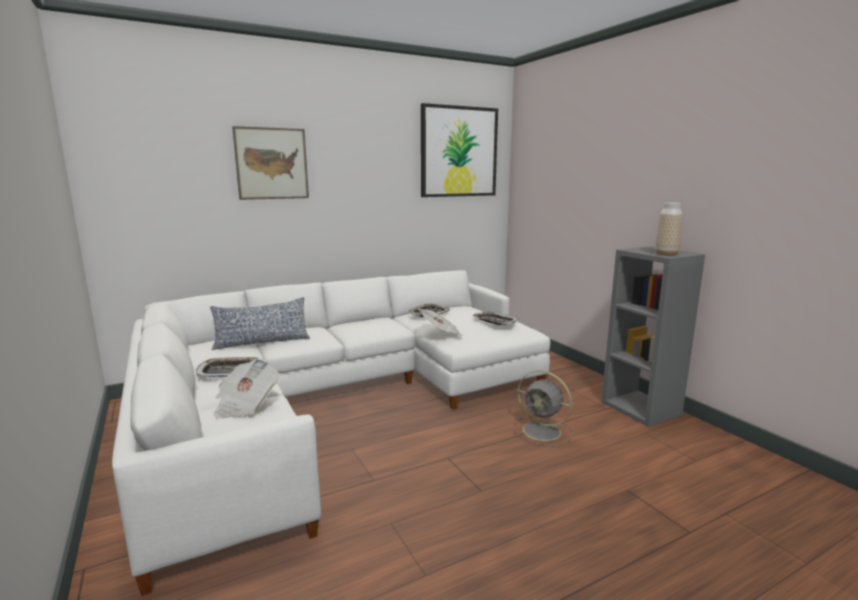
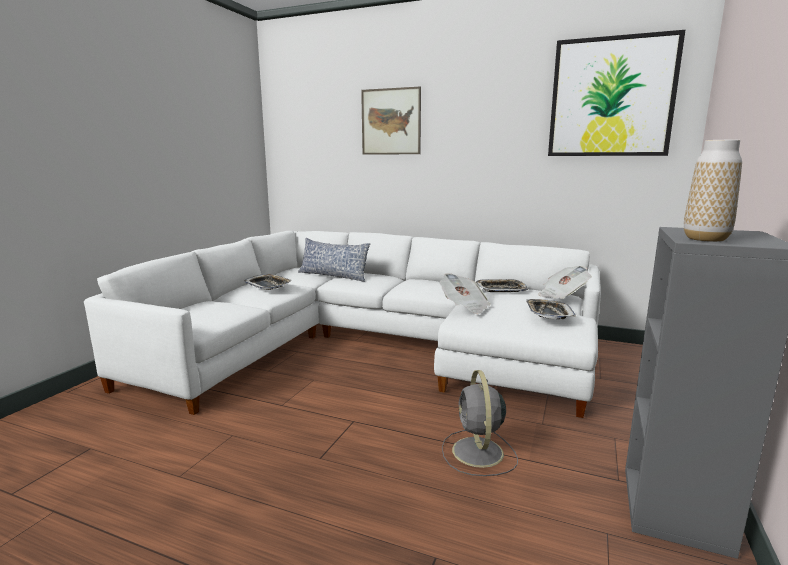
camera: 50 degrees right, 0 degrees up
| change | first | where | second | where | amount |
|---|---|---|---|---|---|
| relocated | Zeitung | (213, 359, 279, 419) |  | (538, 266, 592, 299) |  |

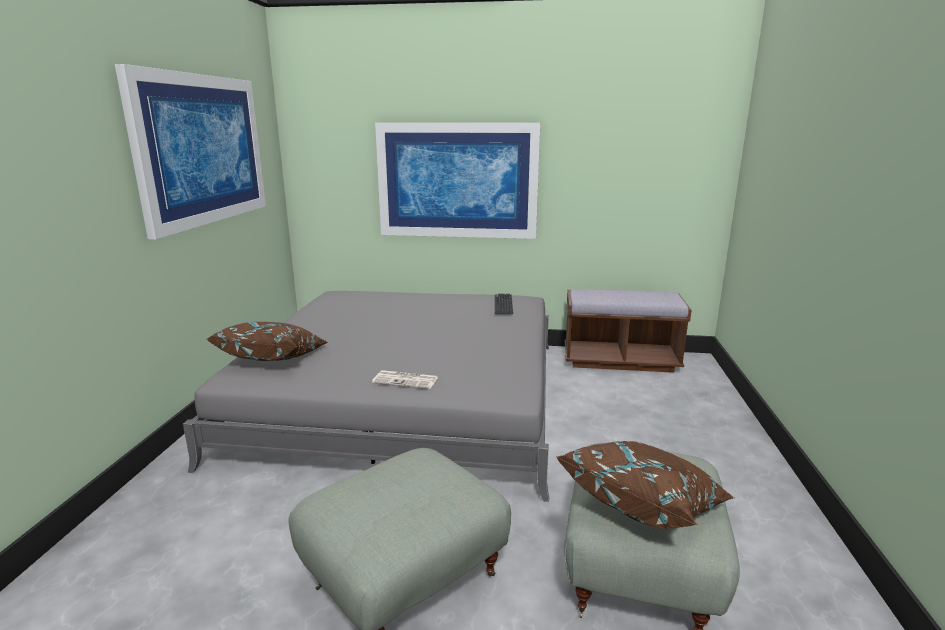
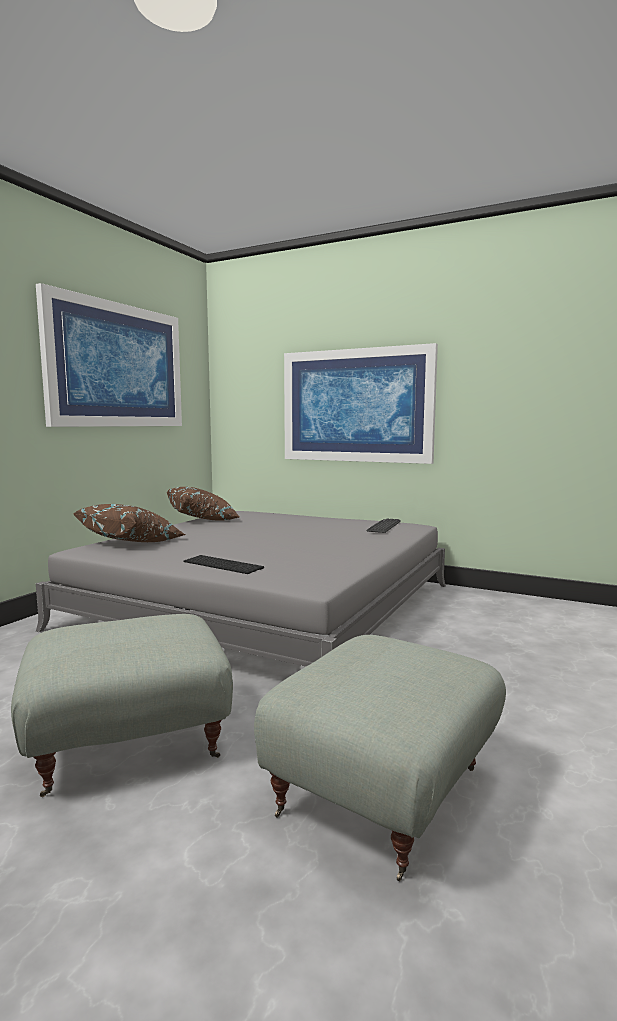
camera: 20 degrees right, 10 degrees down
| change | first | where | second | where | amount |
|---|---|---|---|---|---|
| missing | Bank/braun | (565, 289, 692, 373) |  |  |  |
| exchanged | Zeitung | (372, 370, 438, 389) | Tastatur | (183, 555, 264, 574) |  |
| relocated | Kissen/braun | (556, 441, 734, 529) |  | (167, 487, 239, 521) |  |

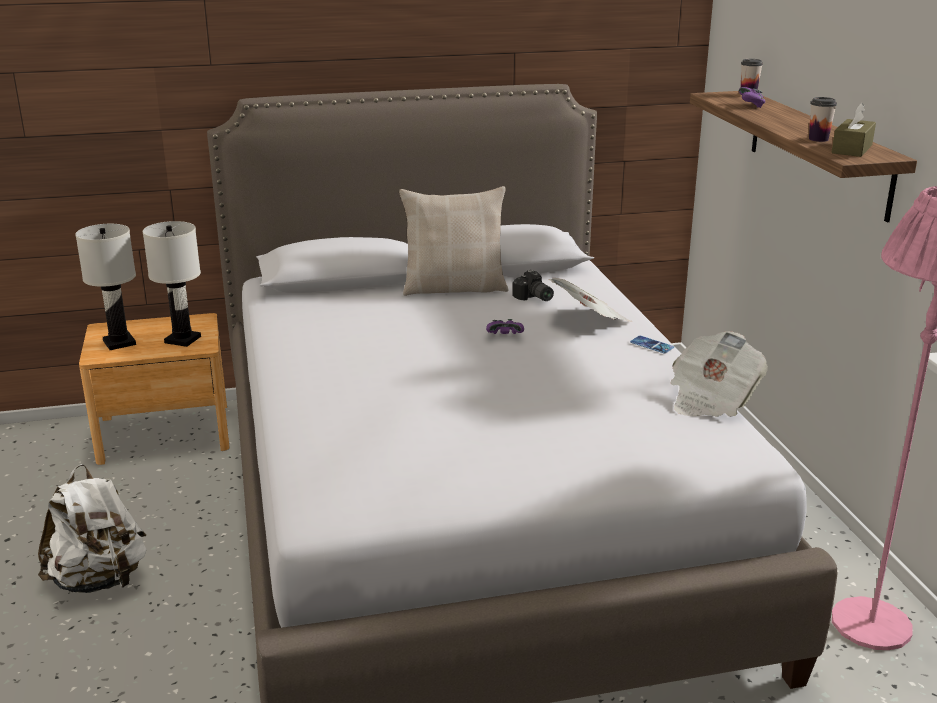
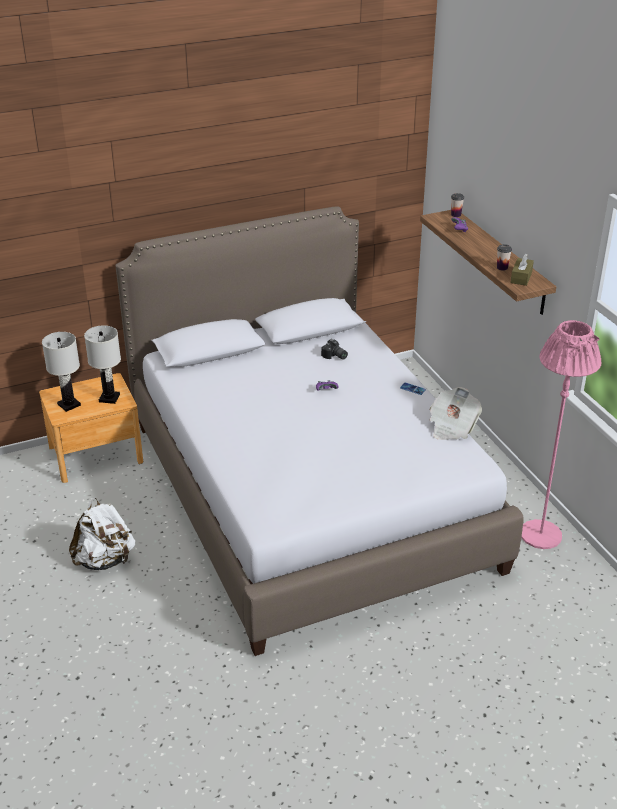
camera: 10 degrees left, 10 degrees up
| change | first | where | second | where | amount |
|---|---|---|---|---|---|
| missing | Kissen/beige | (399, 186, 508, 296) |  |  |  |
| missing | Zeitung | (548, 278, 632, 322) |  |  |  |

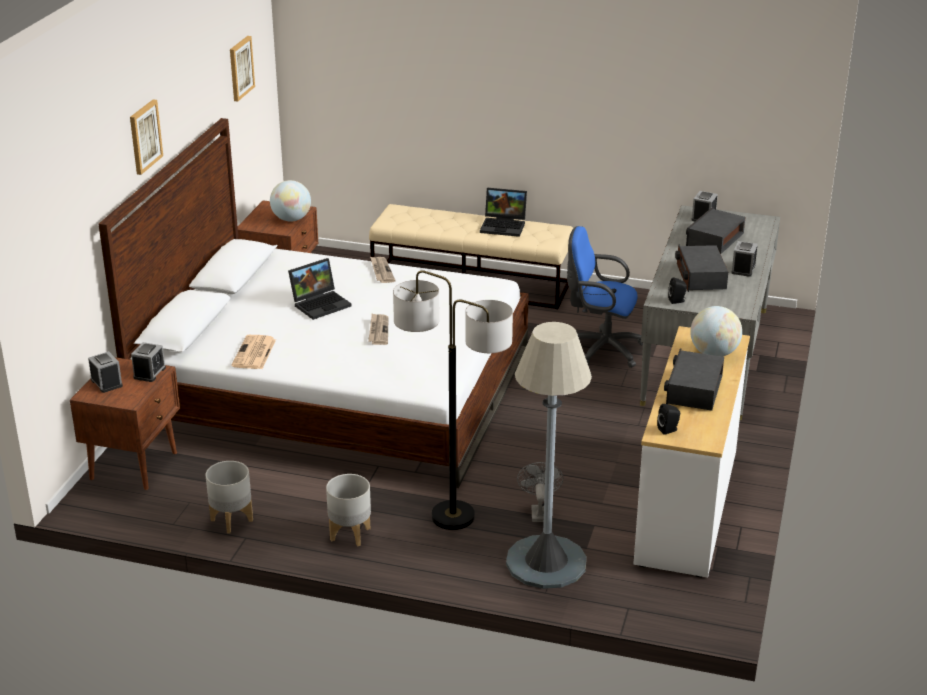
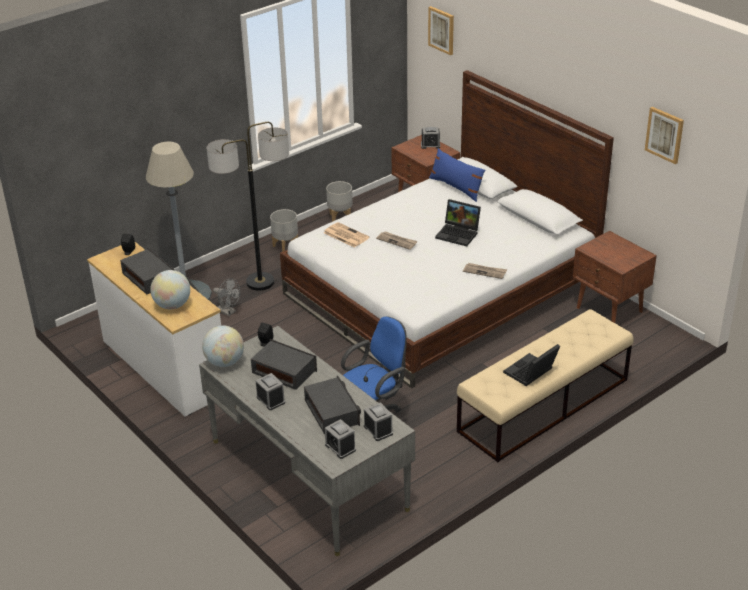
camera: 125 degrees right, 5 degrees up
| change | first | where | second | where | amount |
|---|---|---|---|---|---|
| relocated | Bild | (130, 99, 163, 175) |  | (428, 6, 454, 55) |  |
| relocated | Globus | (270, 180, 311, 222) |  | (202, 326, 244, 367) |  |
| spun | Laptop | (288, 258, 352, 320) |  | (435, 199, 481, 246) | 60 degrees counterclockwise |
| relocated | Zeitung | (232, 335, 276, 369) |  | (324, 222, 369, 248) |  |
| relocated | Wecker | (131, 342, 166, 382) |  | (325, 419, 356, 459) |  |
| appeared |  |  | Kissen/blau | (429, 148, 485, 202) |  |

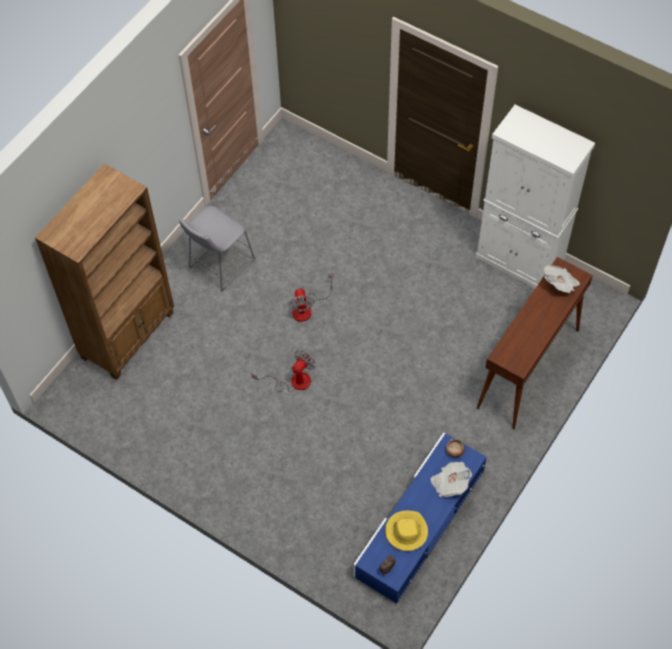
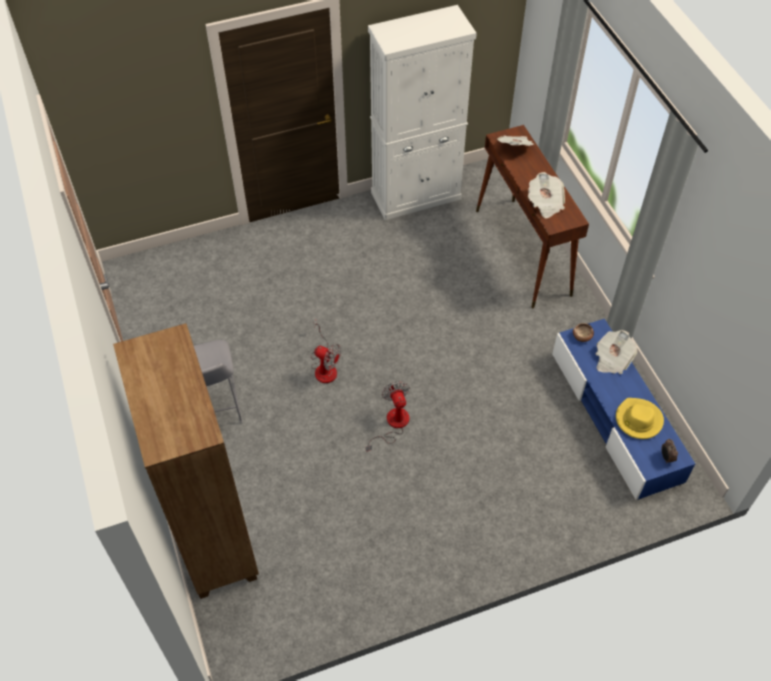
camera: 55 degrees left, 5 degrees down
| change | first | where | second | where | amount |
|---|---|---|---|---|---|
| appeared |  |  | Zeitung | (528, 172, 565, 219) |  |

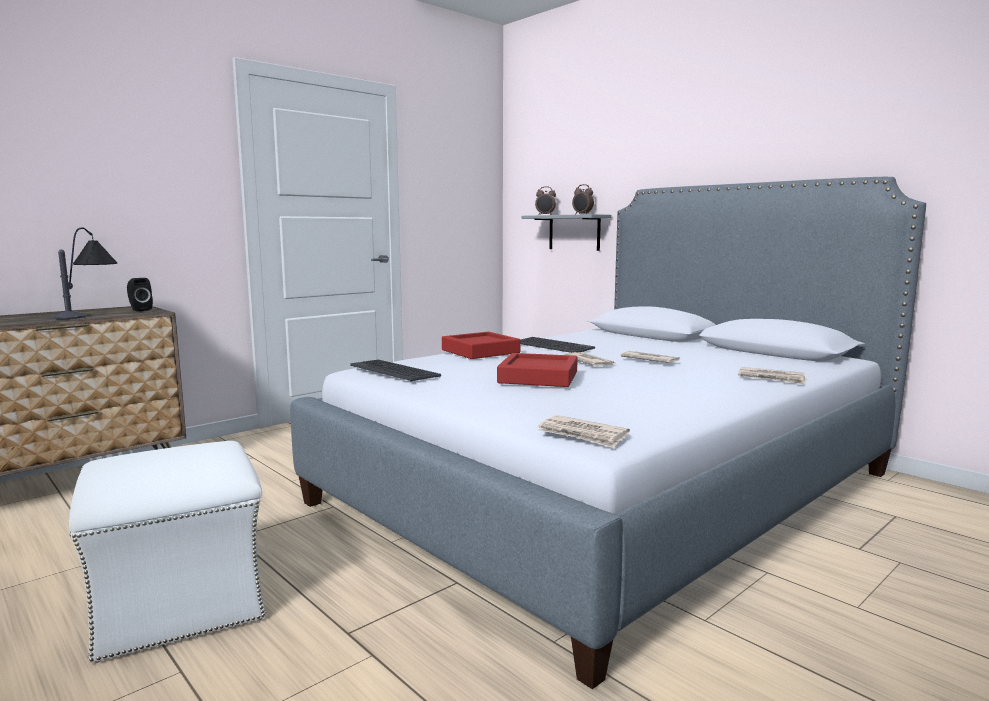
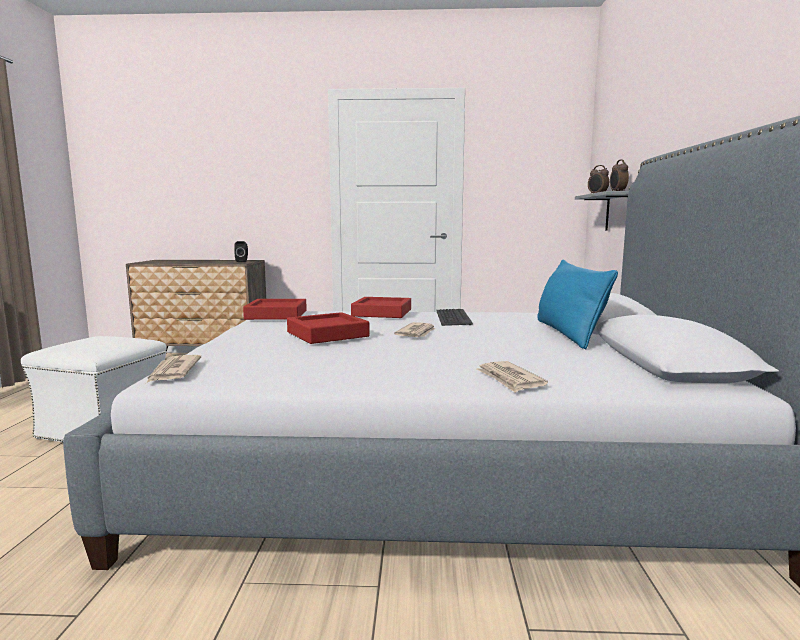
camera: 45 degrees right, 0 degrees up
| change | first | where | second | where | amount |
|---|---|---|---|---|---|
| missing | Tischlampe | (52, 227, 117, 319) |  |  |  |
| missing | Zeitung | (620, 351, 680, 363) |  |  |  |
| exchanged | Tastatur | (350, 360, 441, 382) | Tablett/rot | (243, 299, 307, 320) |  |
| appeared |  |  | Kissen/blau | (537, 260, 618, 349) |  |

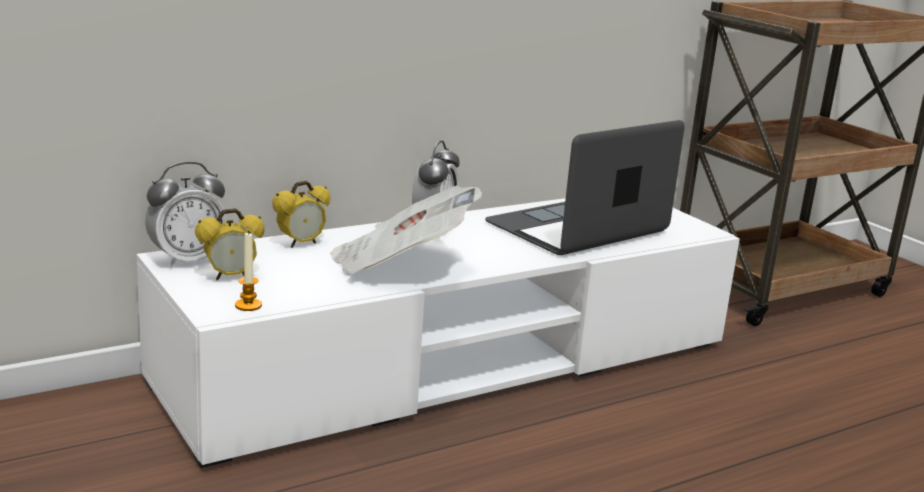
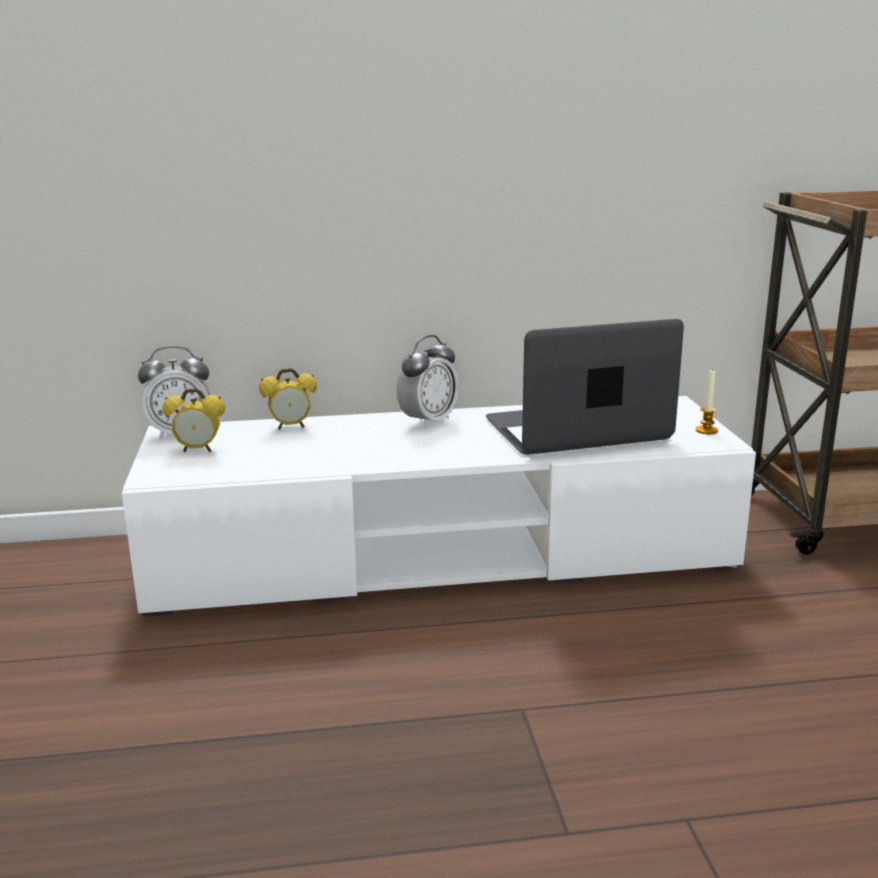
camera: 25 degrees right, 0 degrees up
| change | first | where | second | where | amount |
|---|---|---|---|---|---|
| missing | Zeitung | (330, 186, 482, 275) |  |  |  |
| relocated | Kerze | (235, 231, 262, 311) |  | (696, 369, 718, 434) |  |

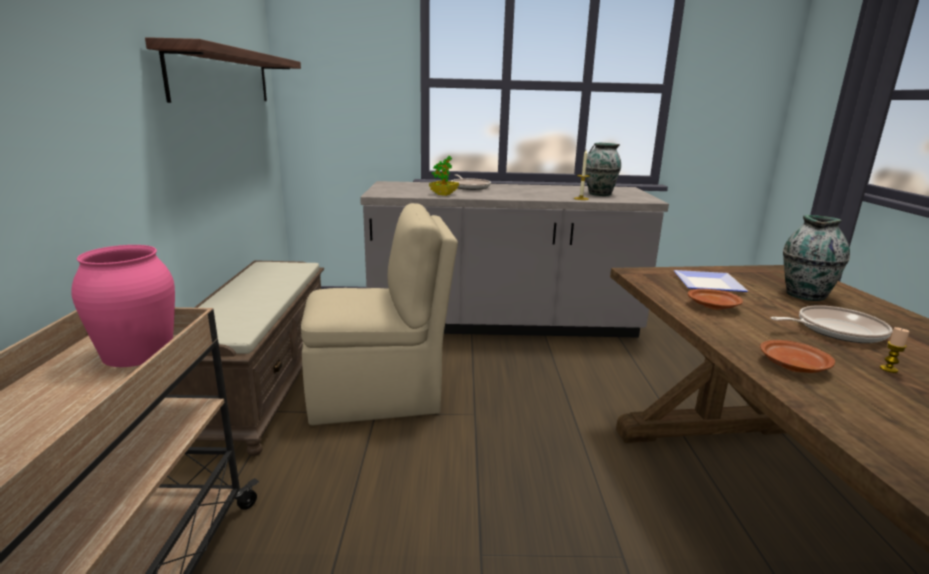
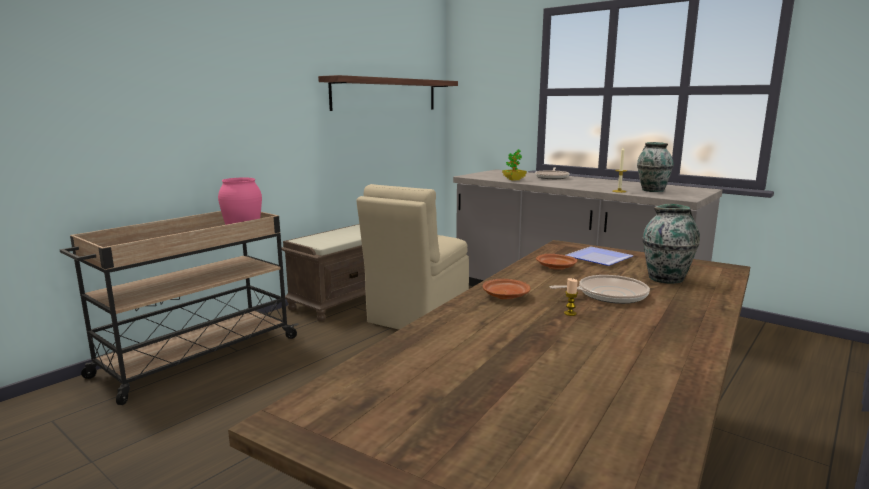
camera: 40 degrees right, 5 degrees down
| change | first | where | second | where | amount |
|---|---|---|---|---|---|
| spun | Stuhl/beige | (301, 203, 458, 425) |  | (357, 184, 469, 330) | 90 degrees clockwise |
| spun | Pfanne | (770, 305, 893, 343) |  | (550, 275, 650, 304) | 45 degrees counterclockwise |

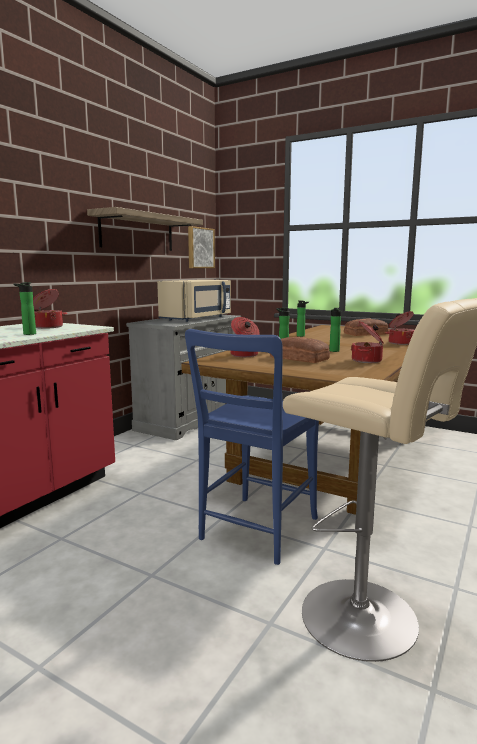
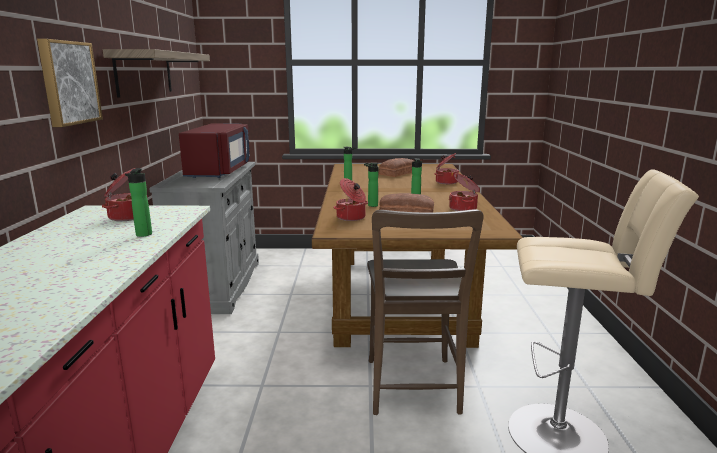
camera: 30 degrees left, 5 degrees up
| change | first | where | second | where | amount |
|---|---|---|---|---|---|
| relocated | Bild | (188, 226, 215, 268) |  | (37, 39, 103, 127) |  |
| colour | Mikrowelle/beige | (157, 280, 231, 322) | Mikrowelle/rot | (179, 123, 250, 178) |  |
| colour | Stuhl/blau | (185, 329, 319, 565) | Stuhl/braun | (367, 209, 484, 415) |  |

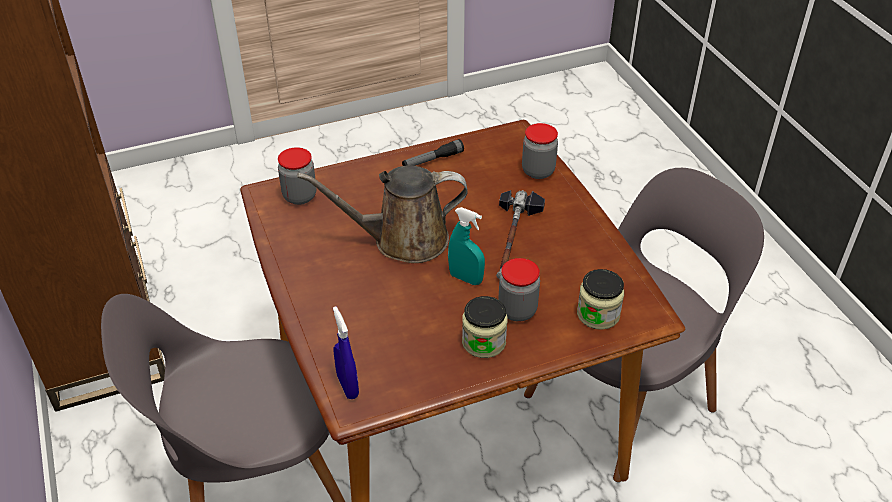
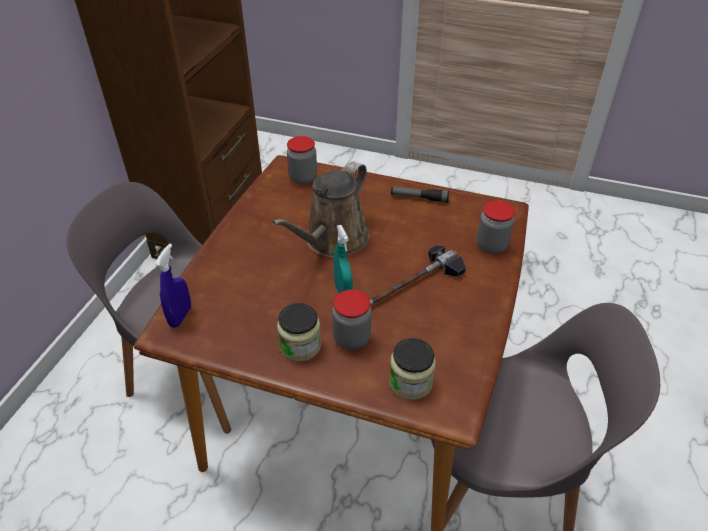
camera: 40 degrees right, 0 degrees up
| change | first | where | second | where | amount |
|---|---|---|---|---|---|
| spun | Gießkanne/braun | (297, 165, 468, 263) |  | (272, 162, 370, 258) | 90 degrees counterclockwise |

